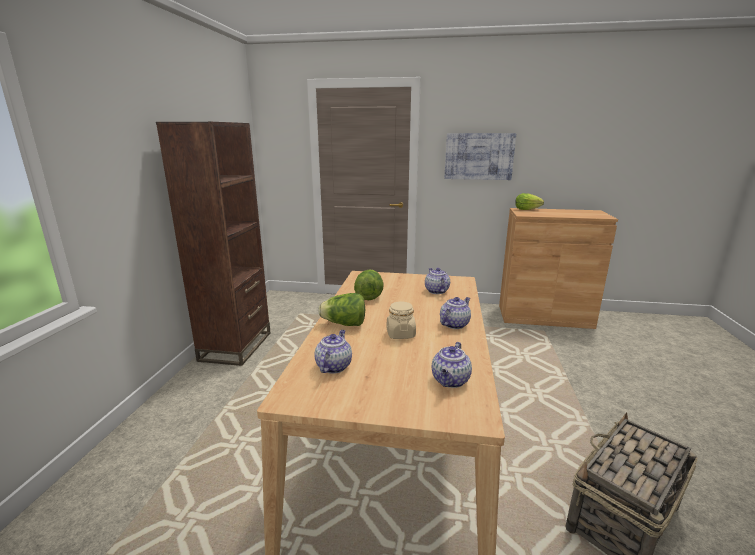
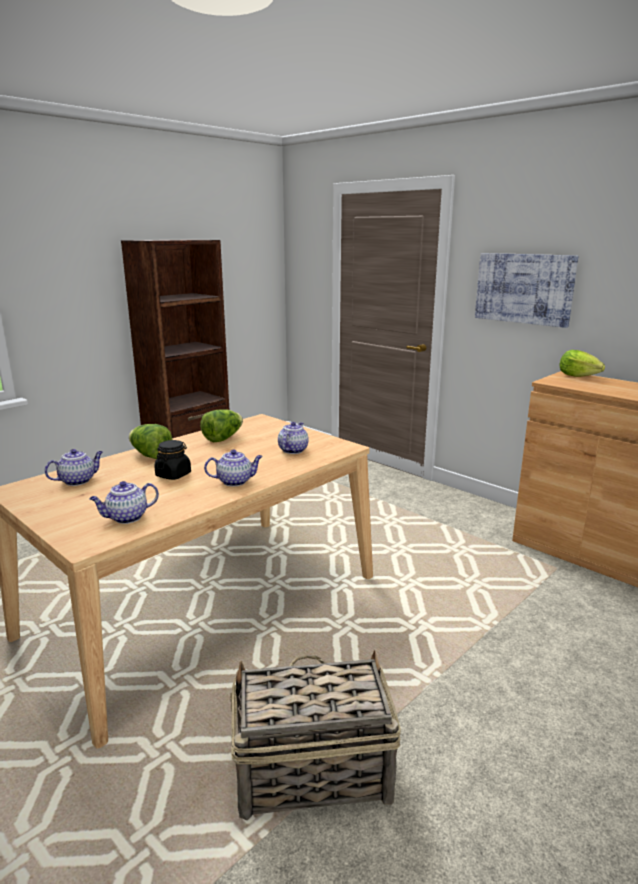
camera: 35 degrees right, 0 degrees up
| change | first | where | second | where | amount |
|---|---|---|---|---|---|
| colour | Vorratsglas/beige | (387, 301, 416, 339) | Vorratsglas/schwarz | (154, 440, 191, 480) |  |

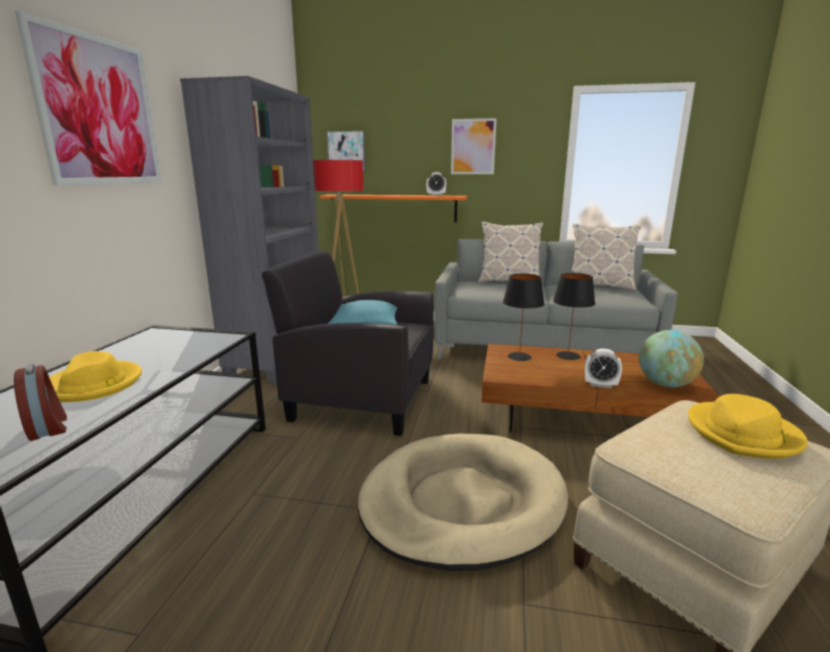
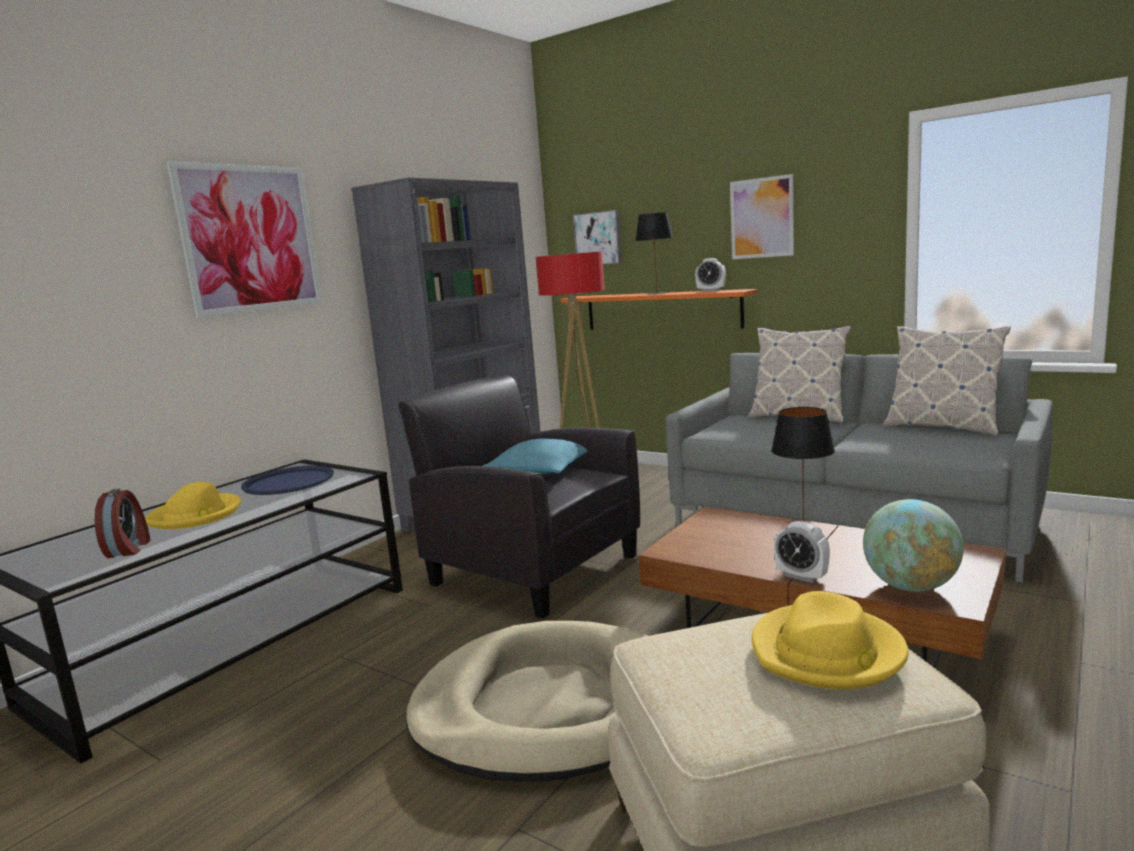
camera: 25 degrees right, 5 degrees down
| change | first | where | second | where | amount |
|---|---|---|---|---|---|
| relocated | Tischlampe/schwarz | (503, 274, 544, 361) |  | (635, 212, 673, 295) |  |
| appeared |  |  | Tablett/blau | (241, 465, 334, 495) |  |

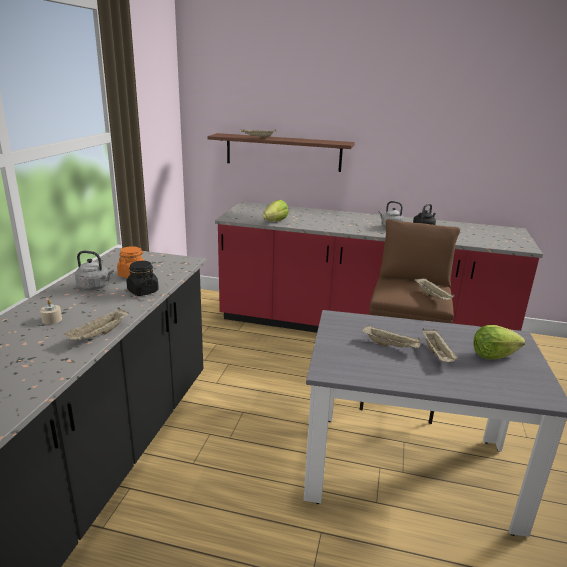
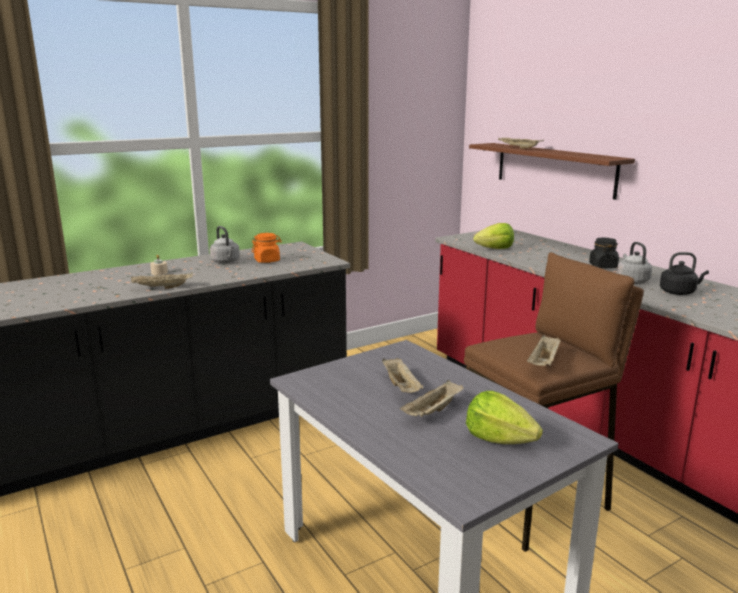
camera: 45 degrees right, 5 degrees down
| change | first | where | second | where | amount |
|---|---|---|---|---|---|
| relocated | Vorratsglas/schwarz | (127, 261, 159, 296) |  | (589, 237, 619, 269) |  |

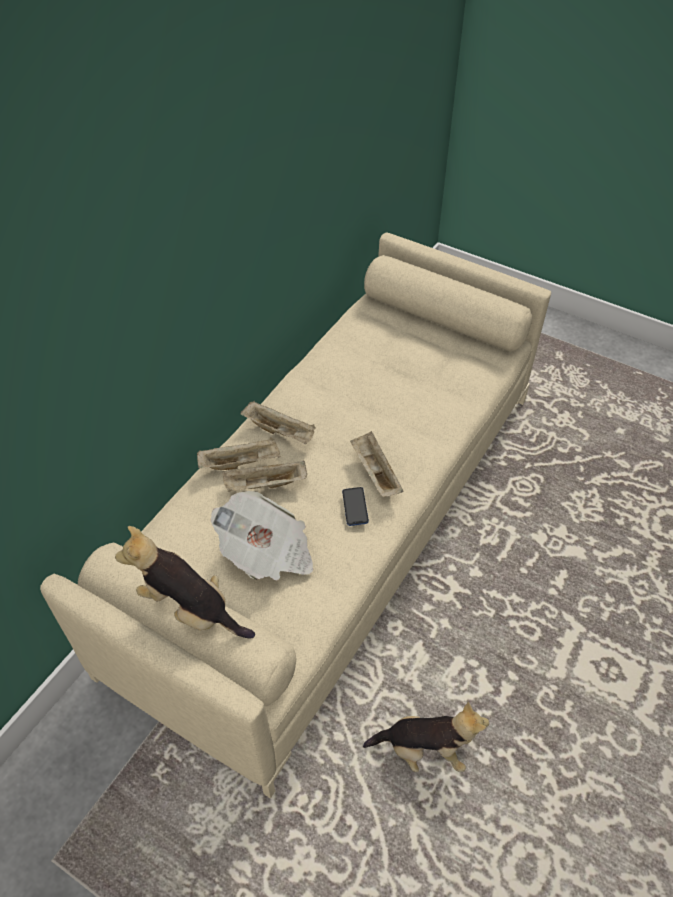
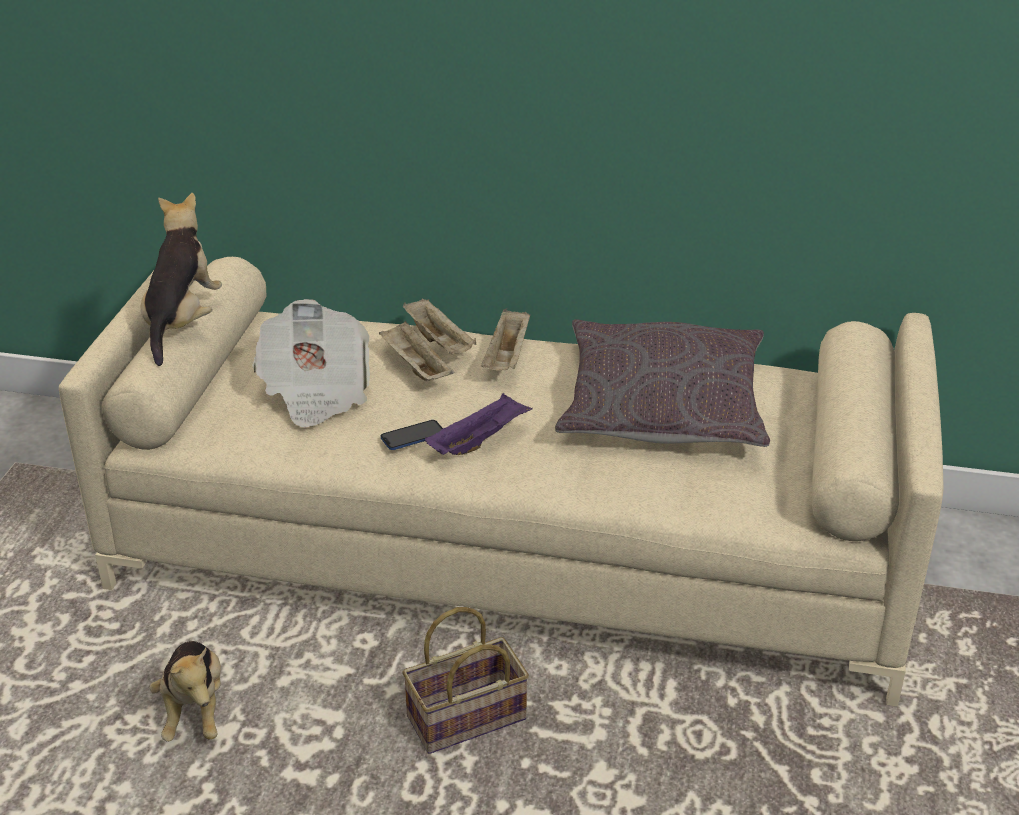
camera: 70 degrees right, 15 degrees down
| change | first | where | second | where | amount |
|---|---|---|---|---|---|
| colour | Tablett/beige | (350, 431, 403, 497) | Tablett/lila | (425, 393, 533, 455) |  |
| appeared |  |  | Kissen/grau | (555, 319, 770, 447) |  |
| appeared |  |  | Korb | (402, 607, 529, 754) |  |

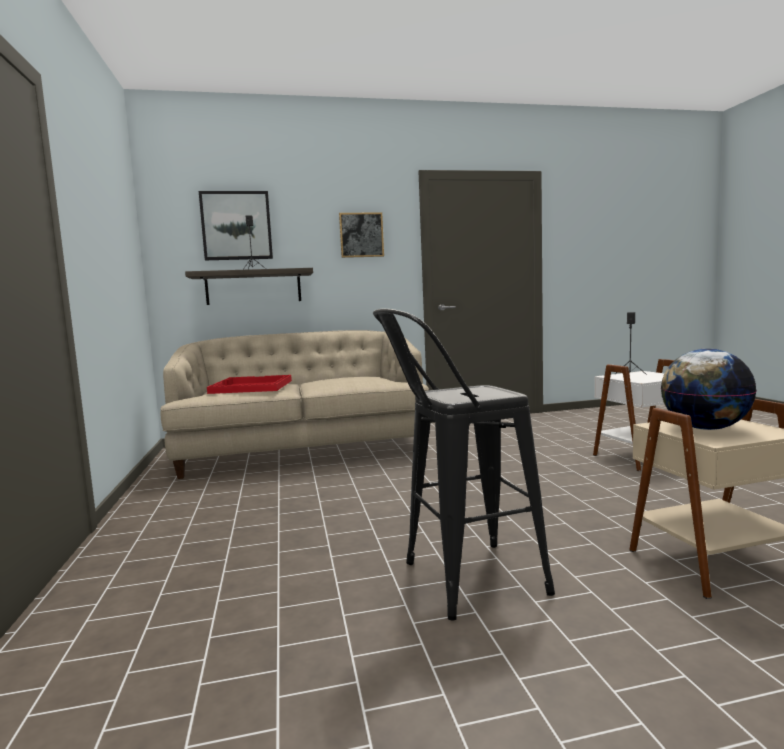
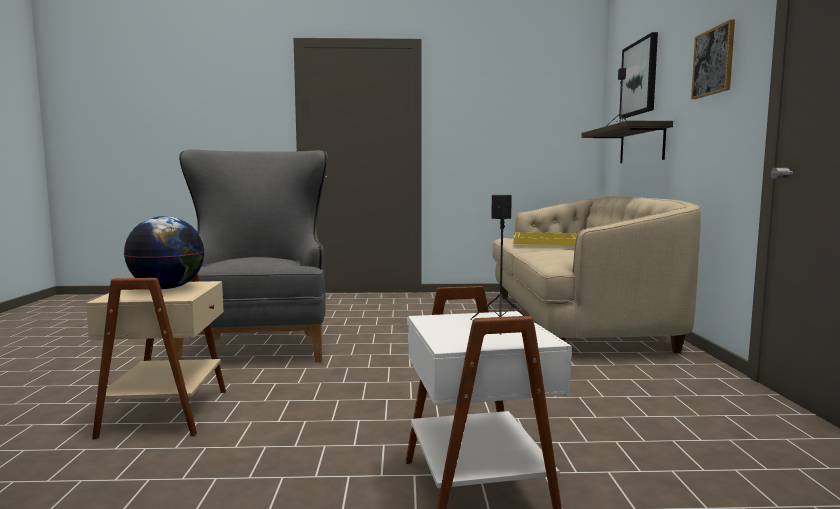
camera: 100 degrees right, 0 degrees up
| change | first | where | second | where | amount |
|---|---|---|---|---|---|
| exchanged | Hocker/schwarz | (373, 308, 555, 620) | Sessel/grau | (173, 149, 328, 363) |  |
| colour | Tablett/rot | (207, 375, 292, 394) | Tablett/gelb | (514, 232, 577, 245) |  |

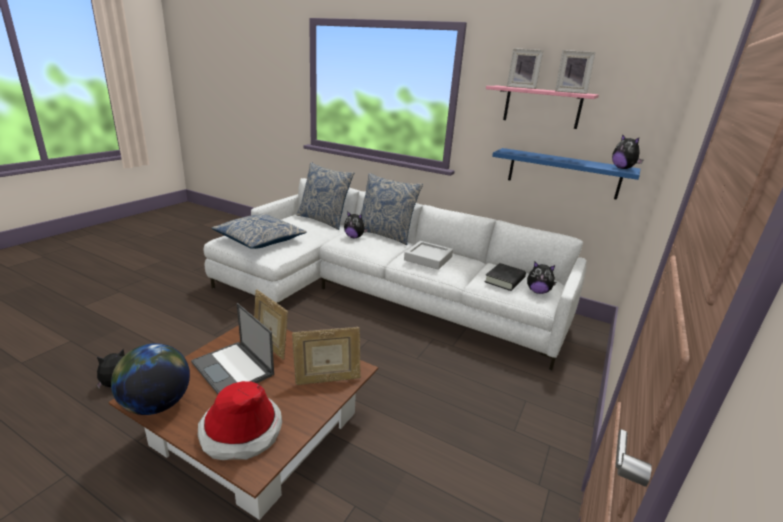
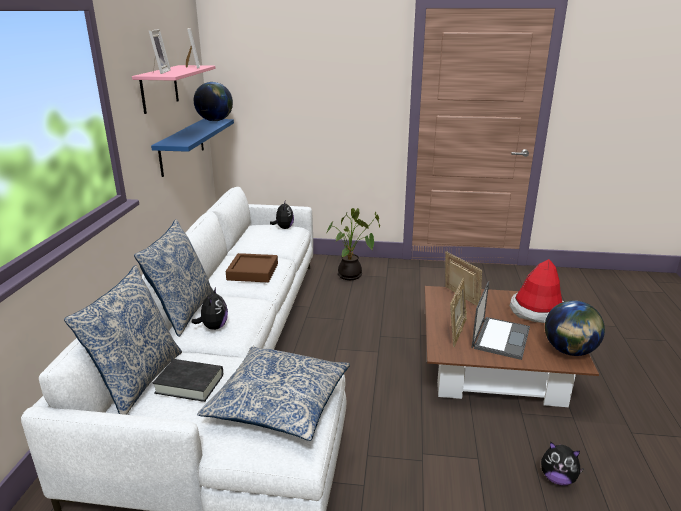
camera: 110 degrees left, 0 degrees up
| change | first | where | second | where | amount |
|---|---|---|---|---|---|
| exchanged | Plüschtier | (612, 134, 643, 169) | Globus | (194, 82, 233, 121) |  |
| colour | Tablett/grau | (404, 241, 453, 270) | Tablett/braun | (226, 253, 278, 282) |  |
| relocated | Buch/schwarz | (485, 263, 526, 291) |  | (153, 359, 223, 402) |  |
| appeared |  |  | Topfpflanze | (327, 208, 380, 280) |  |

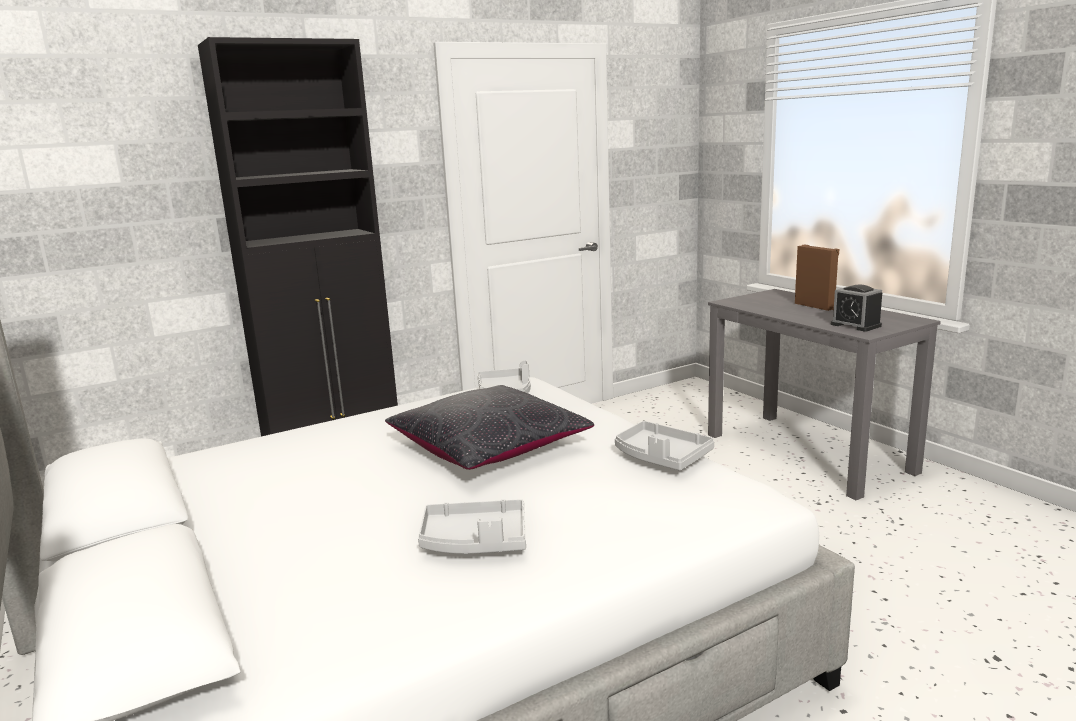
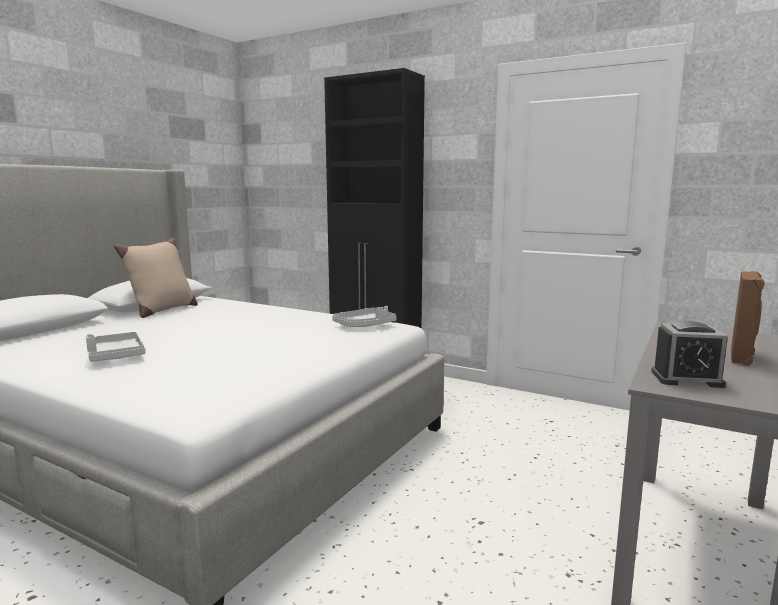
camera: 60 degrees right, 5 degrees down
| change | first | where | second | where | amount |
|---|---|---|---|---|---|
| spun | Wecker | (831, 285, 882, 331) |  | (651, 321, 728, 388) | 105 degrees counterclockwise |
| missing | Kissen/schwarz | (385, 385, 594, 470) |  |  |  |
| missing | Tablett/grau | (615, 421, 714, 471) |  |  |  |
| appeared |  |  | Kissen/beige | (114, 238, 198, 318) |  |

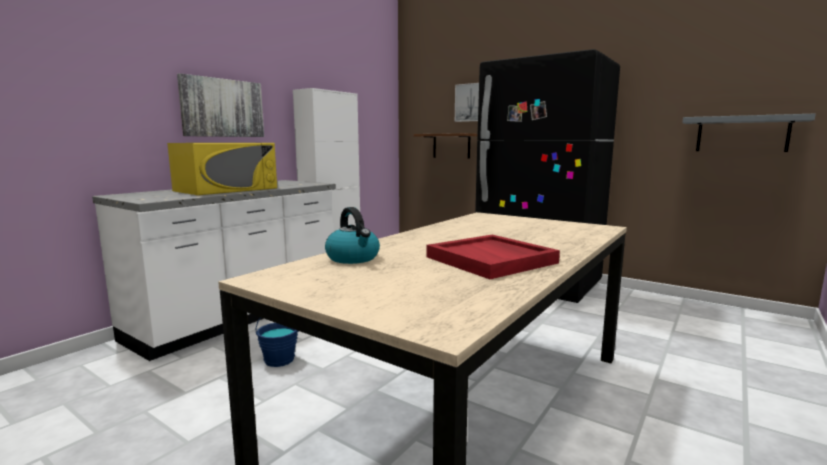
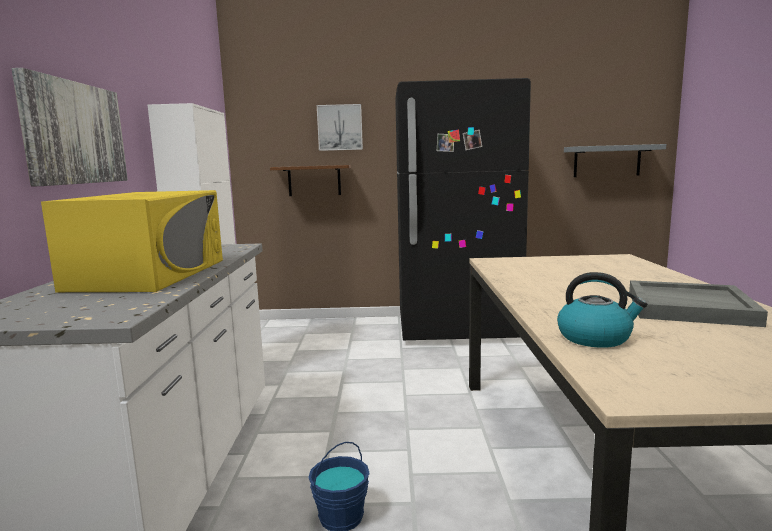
camera: 35 degrees left, 0 degrees up
| change | first | where | second | where | amount |
|---|---|---|---|---|---|
| colour | Tablett/rot | (427, 235, 560, 279) | Tablett/grau | (629, 280, 768, 327) |  |

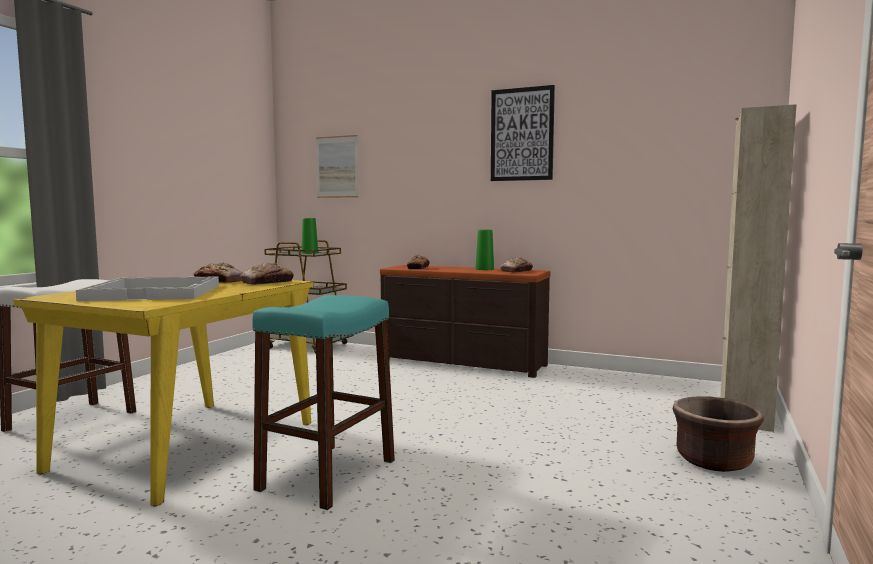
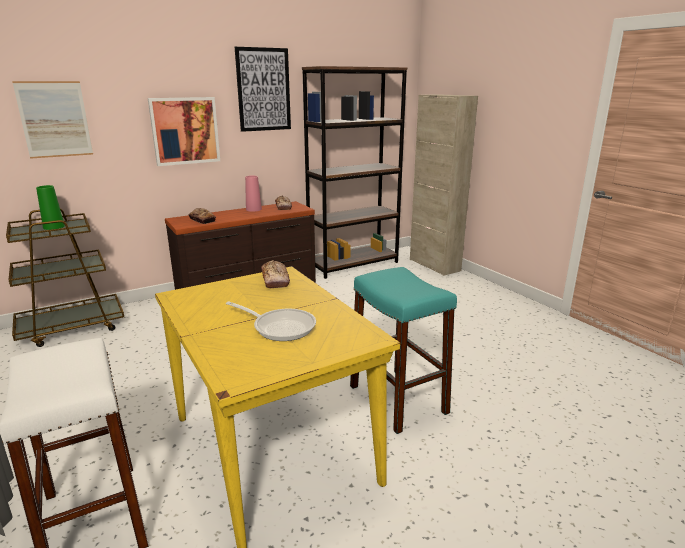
camera: 55 degrees left, 15 degrees up
| change | first | where | second | where | amount |
|---|---|---|---|---|---|
| colour | Vase/grün | (476, 230, 494, 270) | Vase/rosa | (245, 176, 262, 212) |  |
| missing | Brot | (193, 262, 242, 283) |  |  |  |
| exchanged | Tablett/weiß | (76, 276, 219, 301) | Pfanne | (226, 301, 316, 341) |  |
| missing | Pflanzkübel/braun | (673, 396, 764, 472) |  |  |  |
| appeared |  |  | Bücherregal/braun | (302, 66, 407, 279) |  |
| appeared |  |  | Bild | (148, 97, 220, 166) |  |

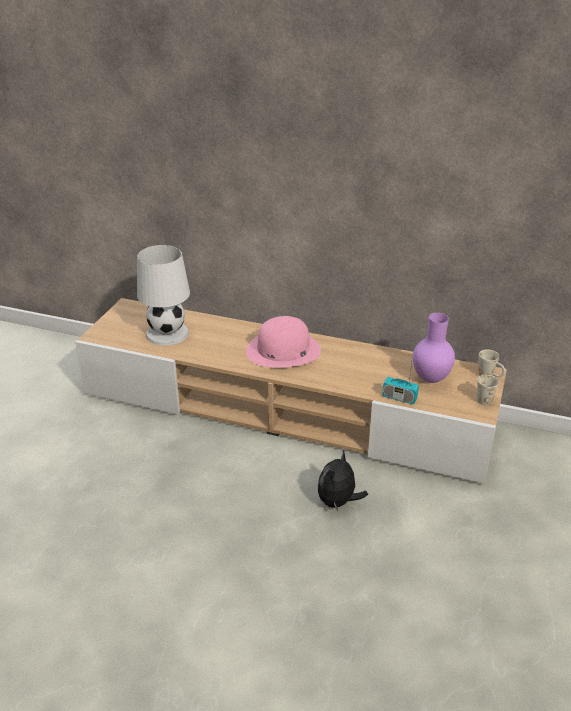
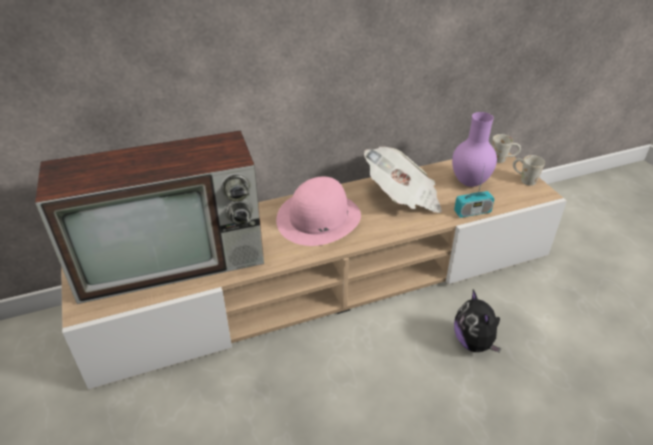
camera: 40 degrees left, 5 degrees up
| change | first | where | second | where | amount |
|---|---|---|---|---|---|
| exchanged | Tischlampe/weiß | (137, 245, 190, 346) | Fernseher | (35, 130, 264, 304) |  |
| appeared |  |  | Zeitung | (364, 147, 442, 213) |  |

